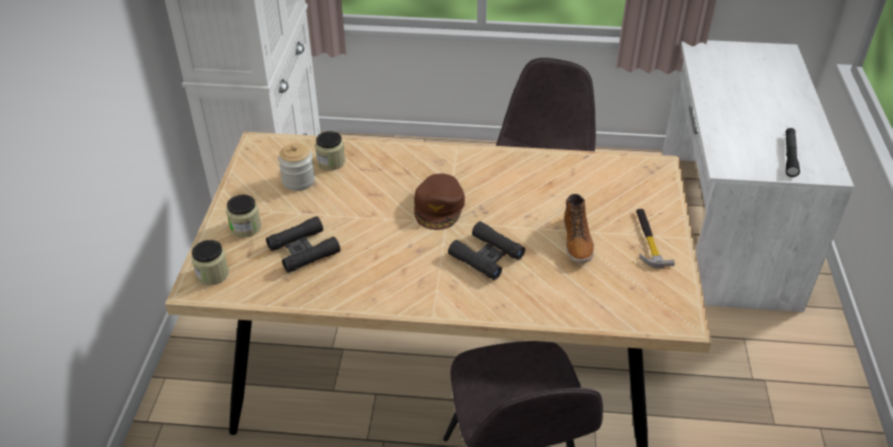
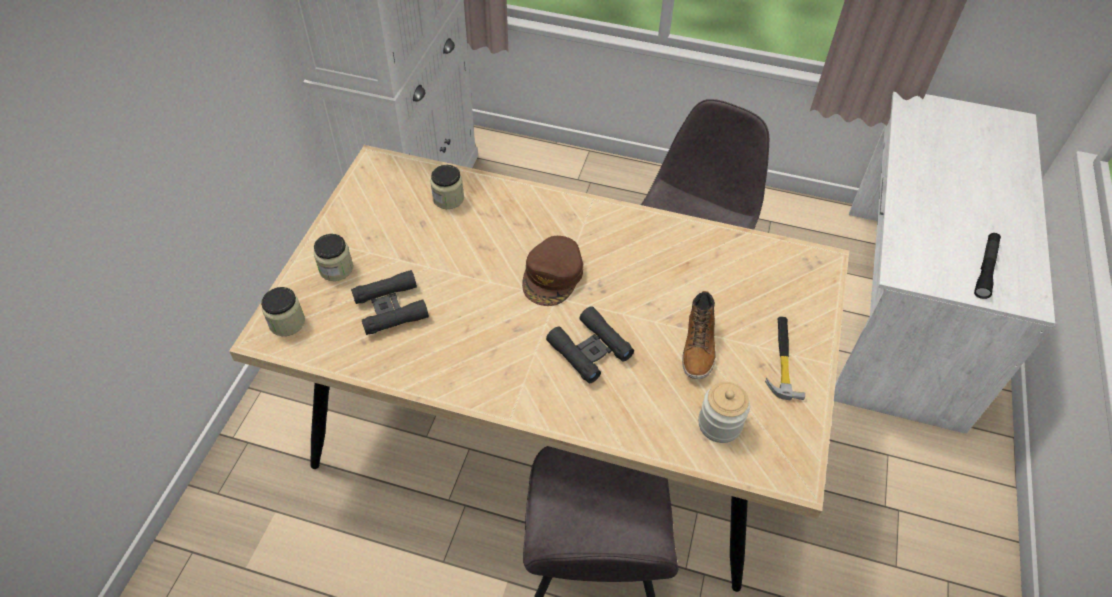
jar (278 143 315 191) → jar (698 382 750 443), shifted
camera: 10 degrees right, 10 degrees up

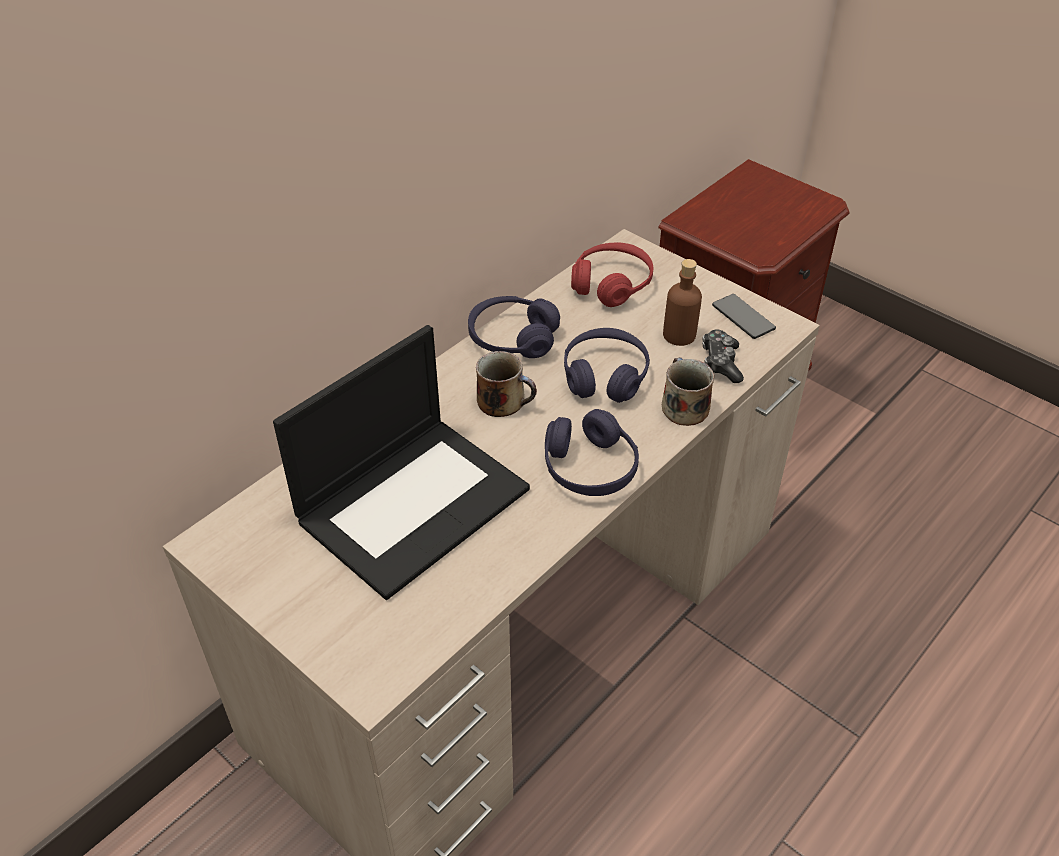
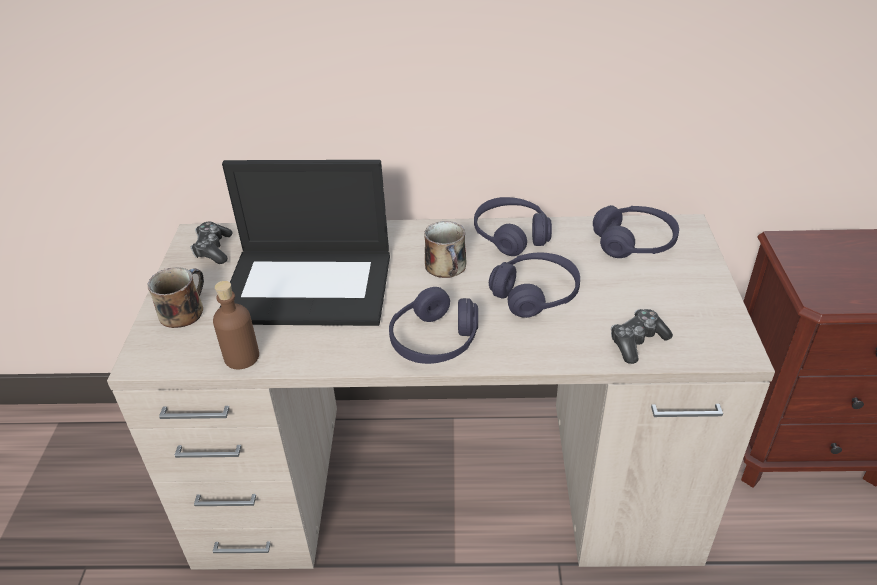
red headphones (571 242 653 307) → purple headphones (593 205 679 258)
brown bottle (663 259 702 346) → brown bottle (213 281 259 369), shifted
phone (712 294 776 339) → -
mug (662 357 714 426) → mug (148 267 204 328), shifted
- → game controller (191 222 233 264)
camera: 50 degrees right, 5 degrees down

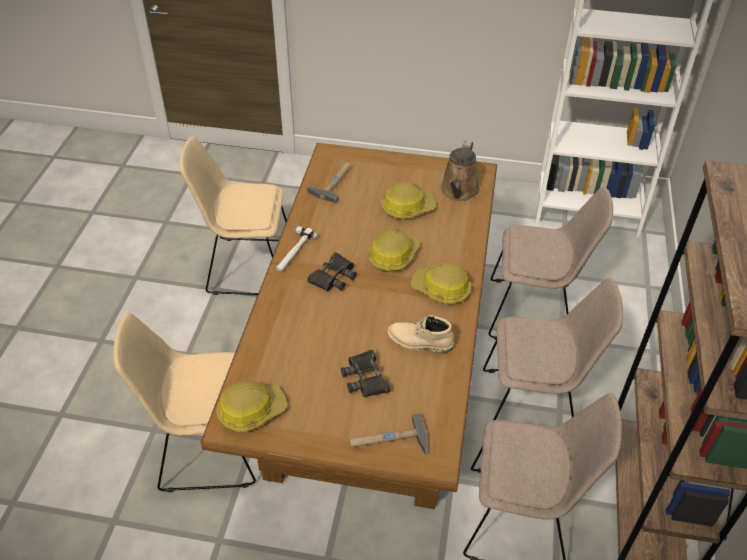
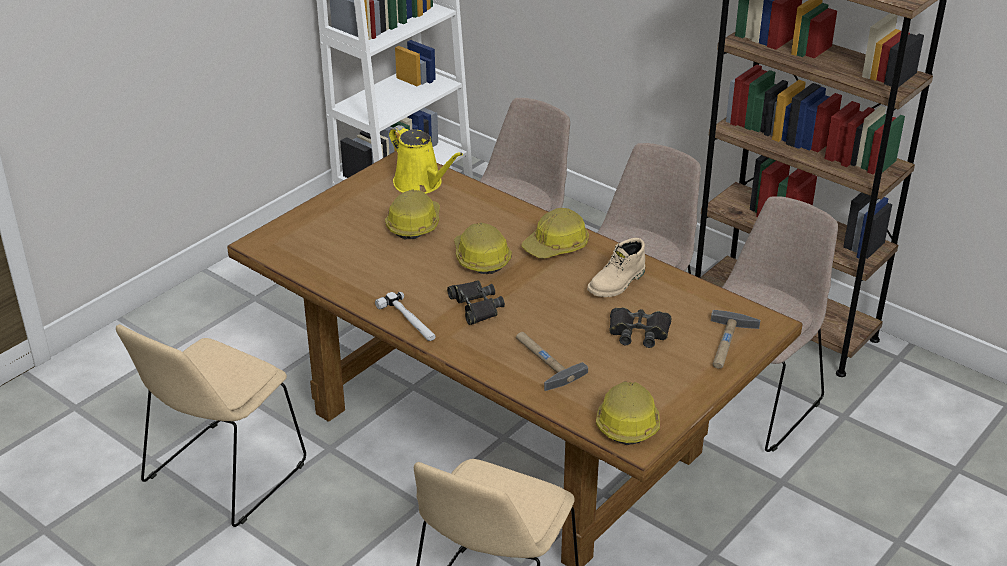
brown watering can (440 141 480 201) → yellow watering can (389 125 463 194)
hammer (307 163 351 203) → hammer (516 332 588 391), shifted
camera: 60 degrees left, 10 degrees down

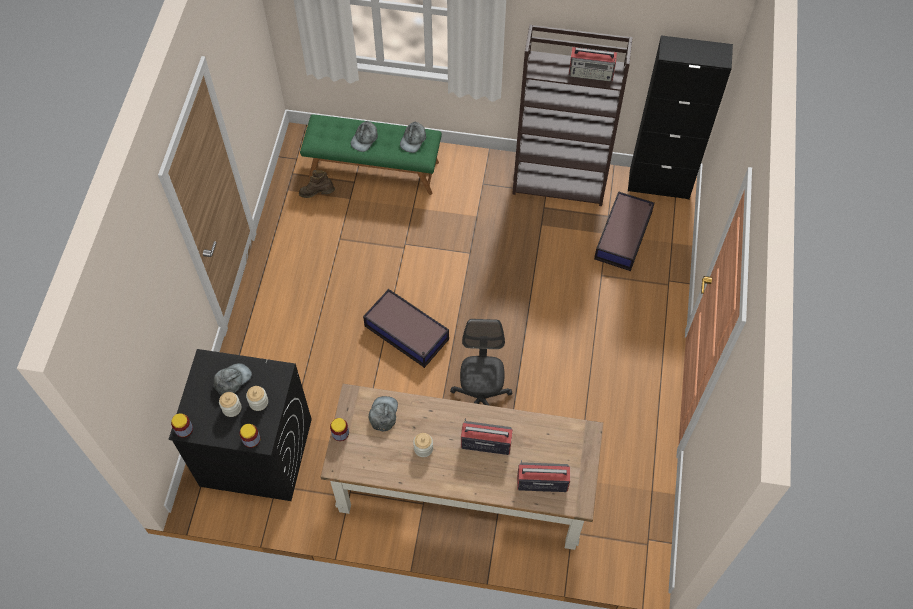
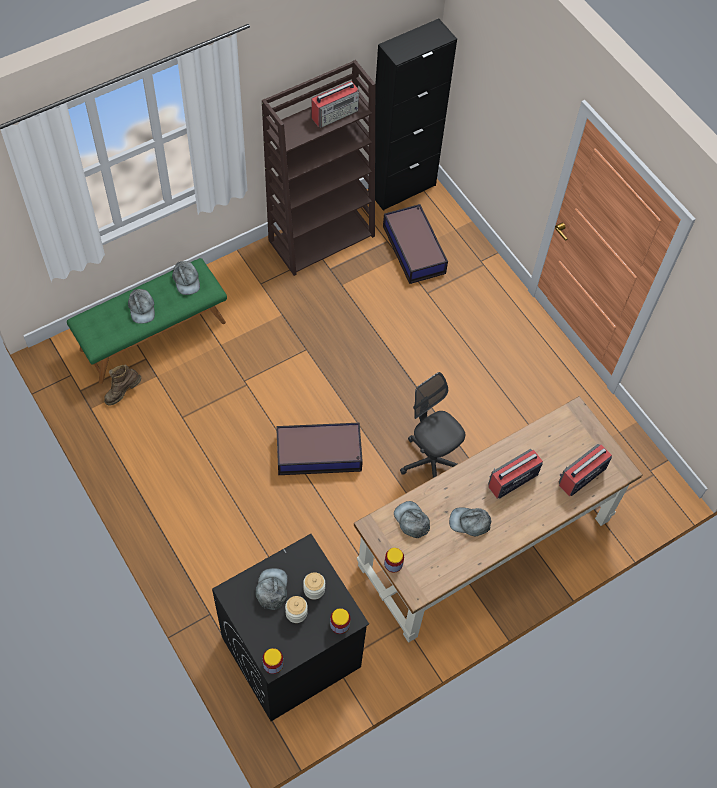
jar (413 433 433 457) → grey cap (449 507 491 537)
camera: 45 degrees left, 0 degrees up

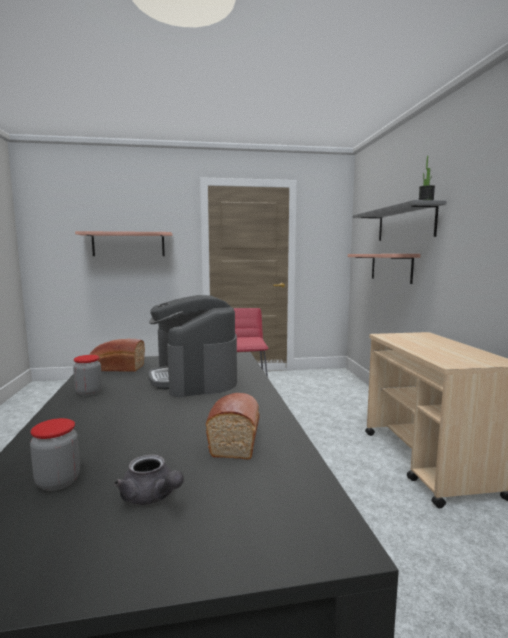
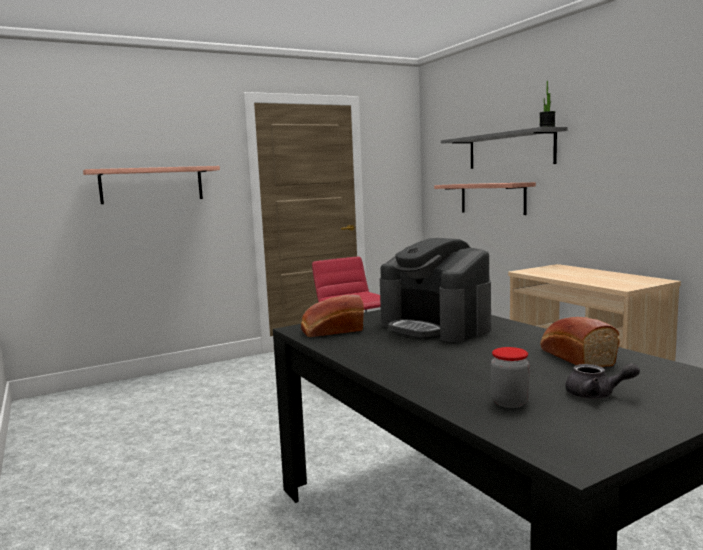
jar (73 355 102 396) → -
camera: 20 degrees left, 0 degrees up

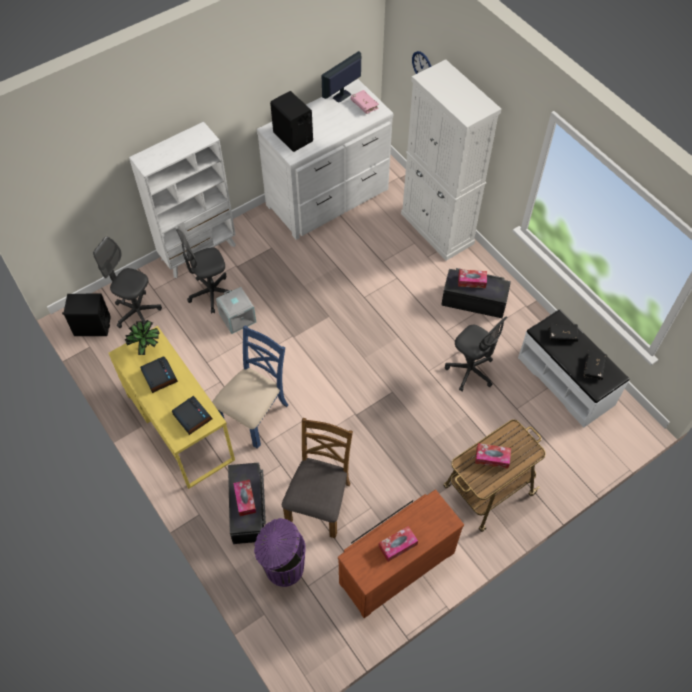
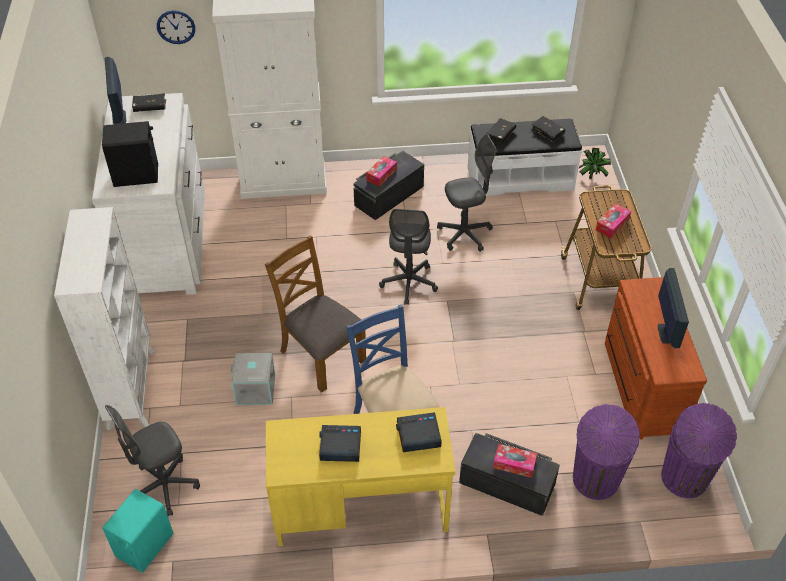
pink book (350 90 379 114) → black book (132 93 166 112)
grey office chair (176 229 230 313) → grey office chair (379 209 438 305), shifted
black speaker (62 294 111 336) → turquoise speaker (102 489 174 573)
potted plant (124 320 160 355) → potted plant (579 148 611 179), shifted
brown chair (282 418 353 538) → brown chair (265 236 366 392), shifted
tissue box (379 526 418 562) → monitor (658 268 689 348)
- → purple trash can (661 403 737 498)
camera: 60 degrees left, 10 degrees down

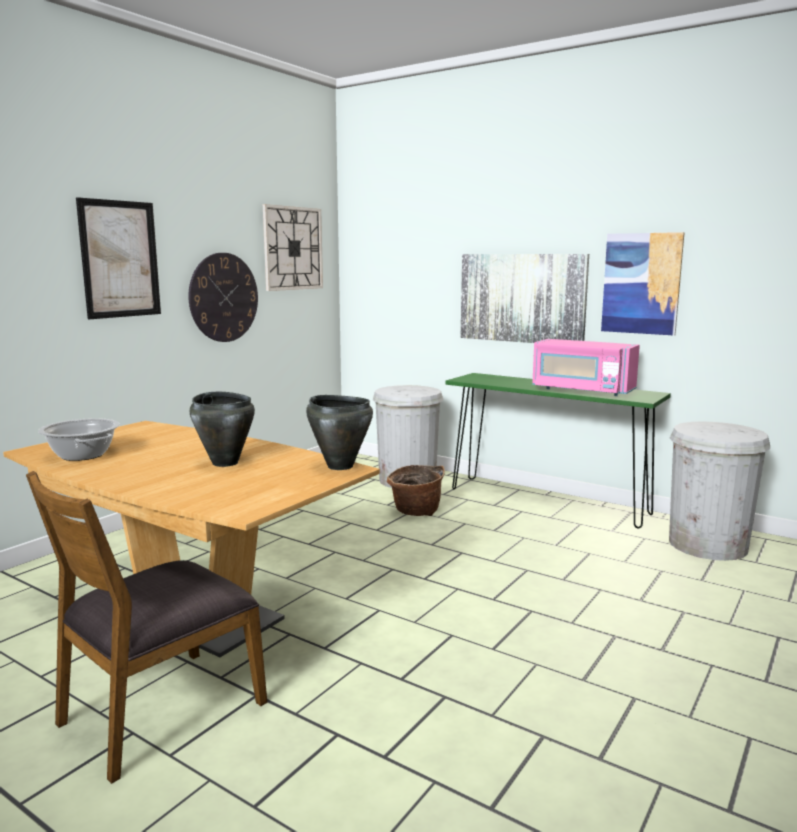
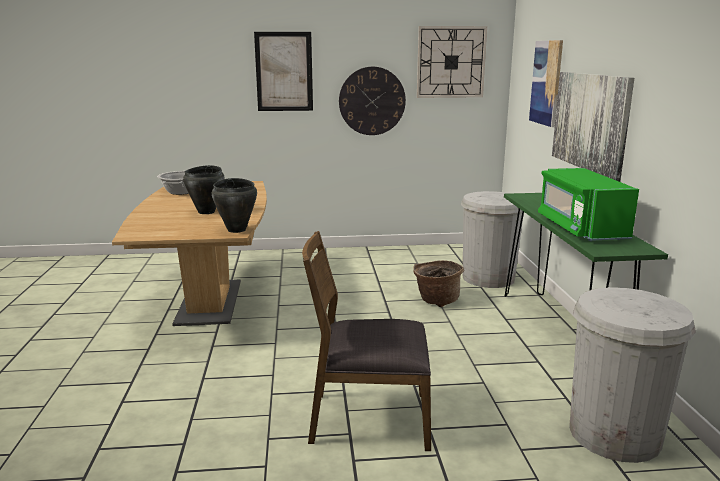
picture (601 232 685 336) → picture (529 40 563 127), shifted
pink microwave (532 339 640 396) → green microwave (538 168 639 241)
brown chair (26 471 267 784) → brown chair (302 231 431 451), shifted
camera: 50 degrees right, 5 degrees up

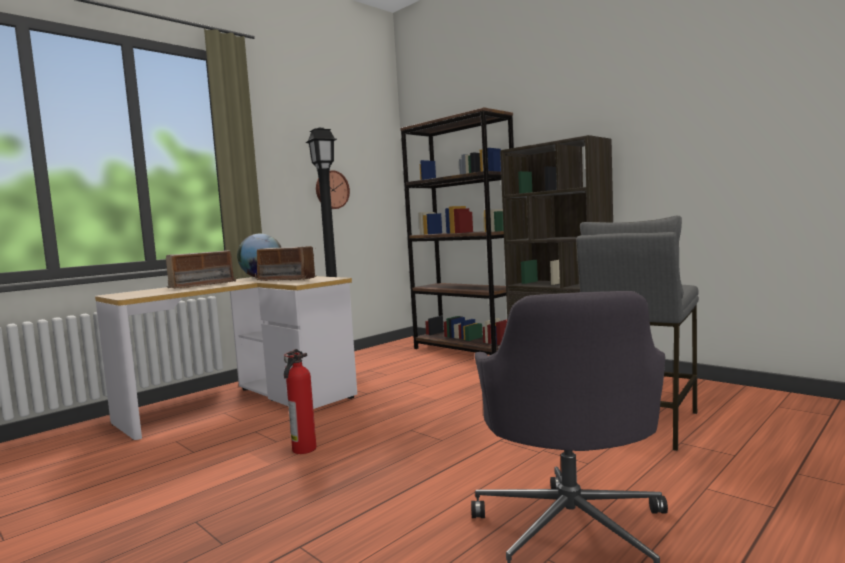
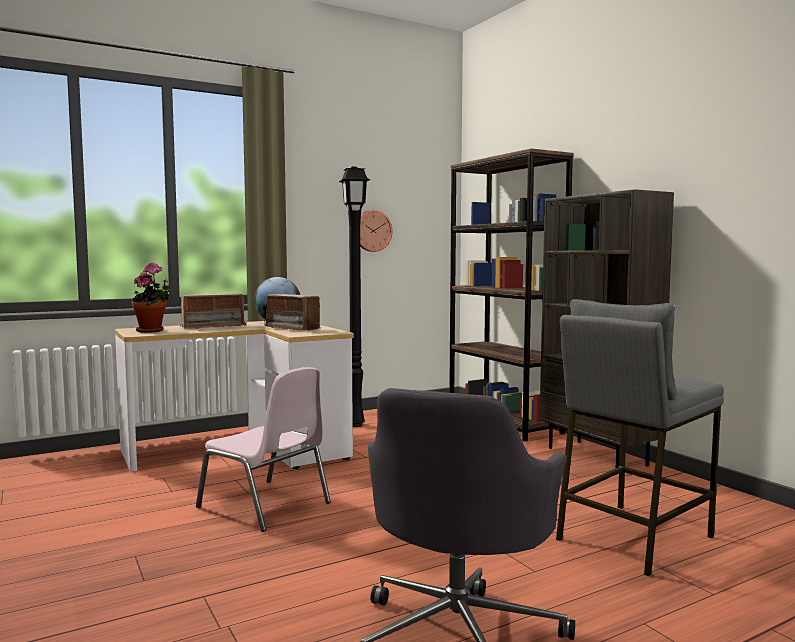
fire extinguisher (284 349 316 454) → pink chair (196 367 331 532)
- → potted plant (131 263 172 333)
camera: 15 degrees right, 0 degrees up

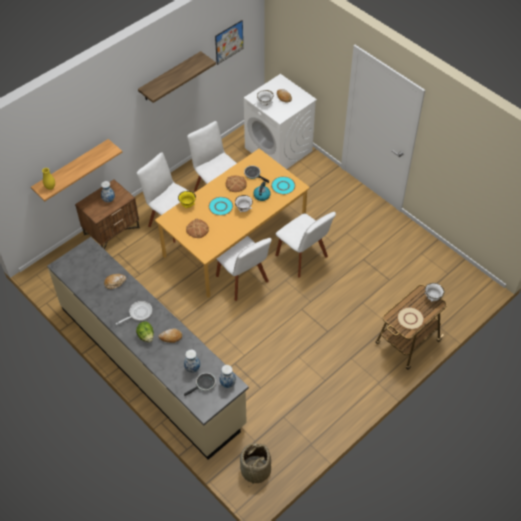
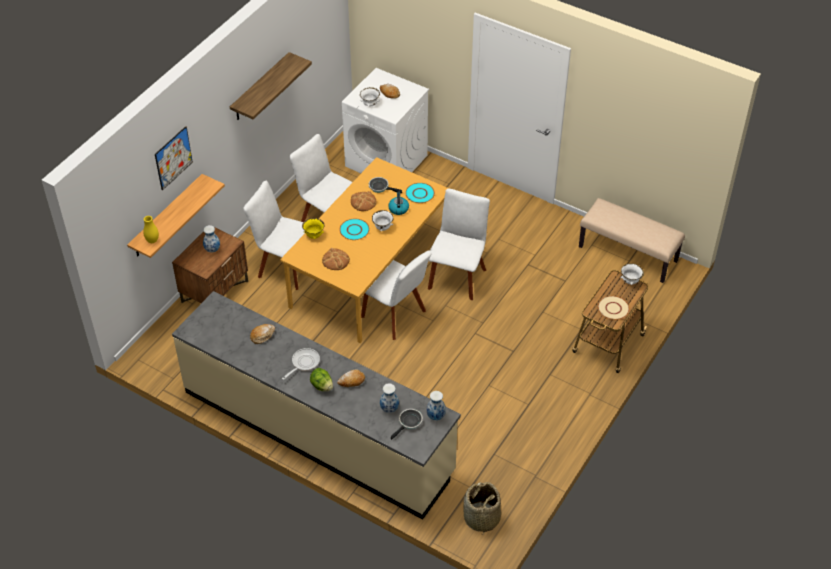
picture (215 20 243 65) → picture (155 126 193 190), shifted
white chair (275 212 336 278) → white chair (428 189 490 300), 105 degrees counterclockwise
- → beige bench (579 198 685 283)
camera: 15 degrees left, 5 degrees down

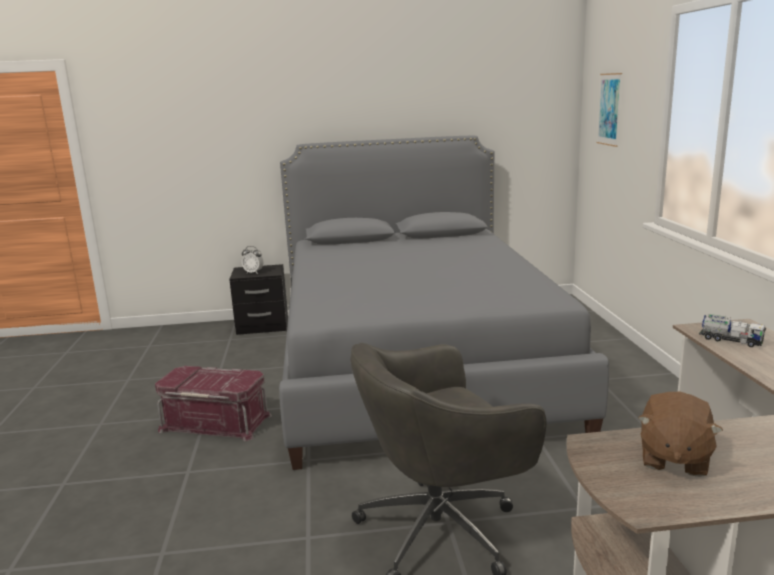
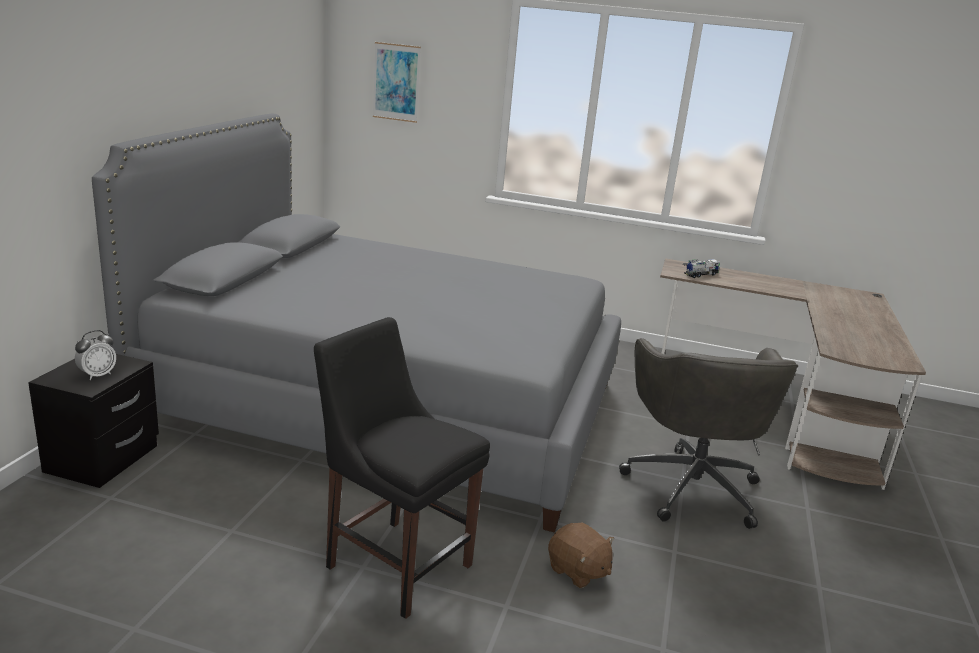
red storage box (155 366 272 441) → black chair (314 317 490 619)
brown plush toy (638 392 723 477) → brown plush toy (548 522 614 588), shifted
camera: 70 degrees left, 5 degrees up

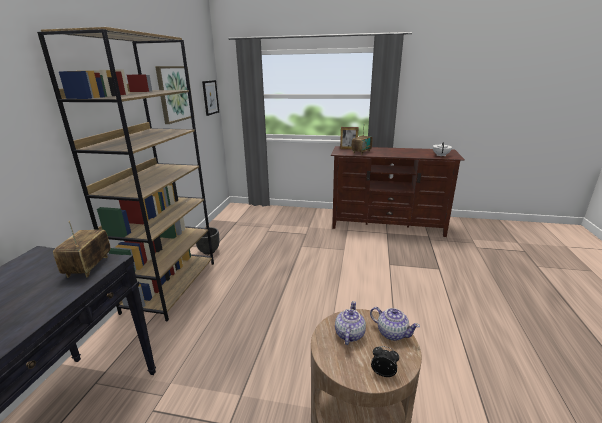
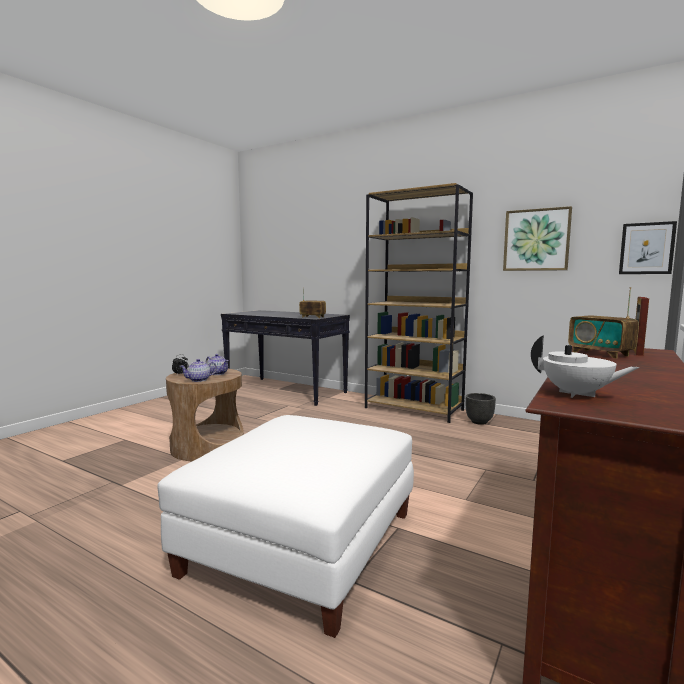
- → white ottoman (157 415 414 638)
camera: 110 degrees right, 15 degrees down

